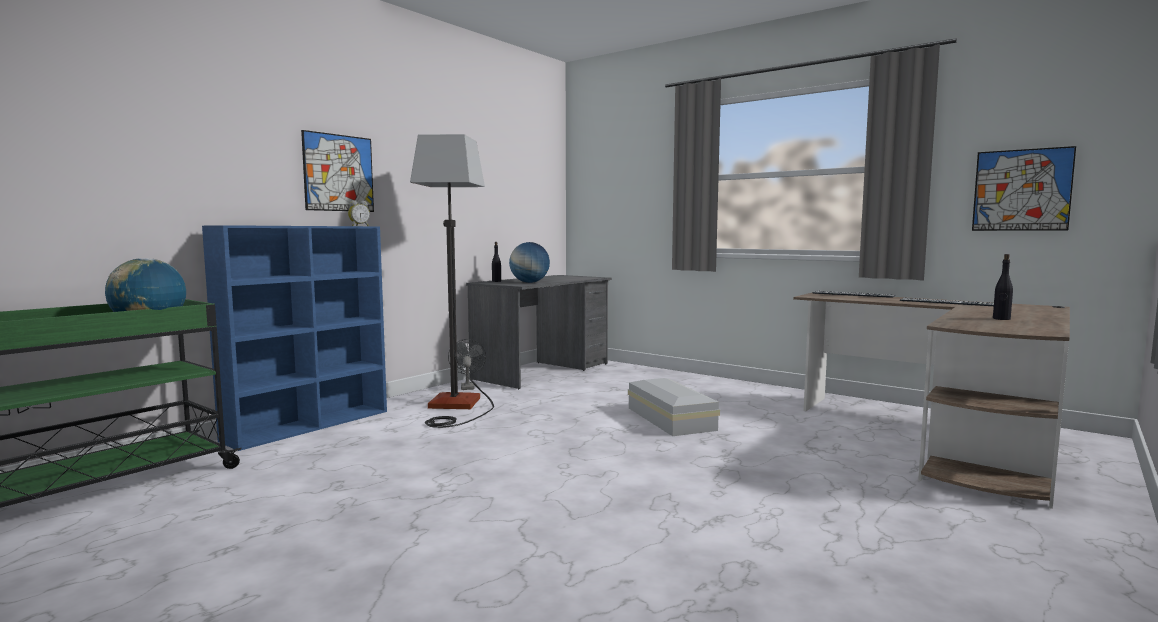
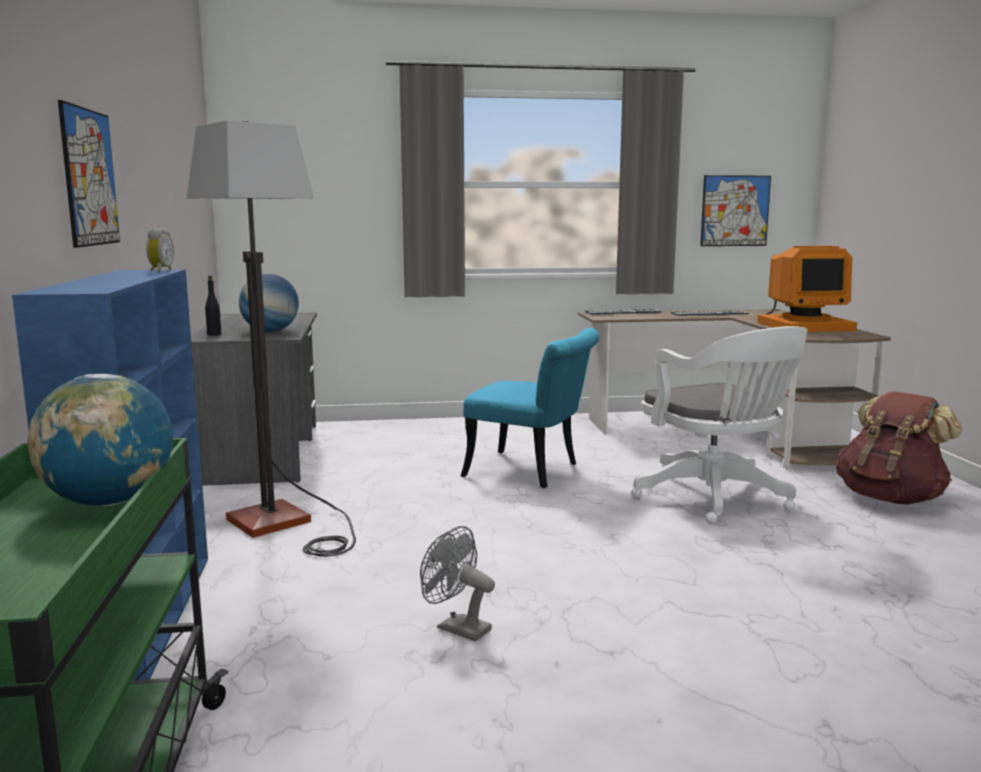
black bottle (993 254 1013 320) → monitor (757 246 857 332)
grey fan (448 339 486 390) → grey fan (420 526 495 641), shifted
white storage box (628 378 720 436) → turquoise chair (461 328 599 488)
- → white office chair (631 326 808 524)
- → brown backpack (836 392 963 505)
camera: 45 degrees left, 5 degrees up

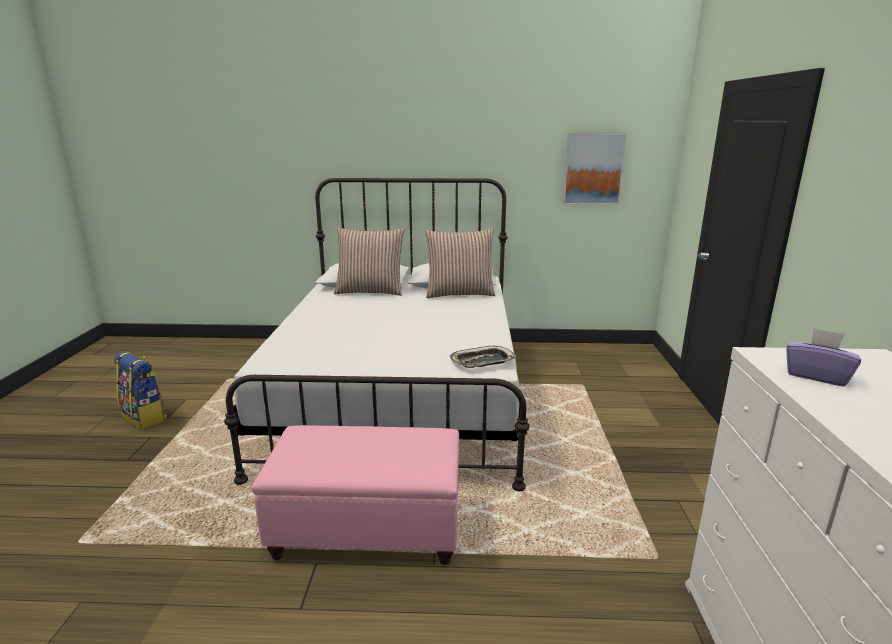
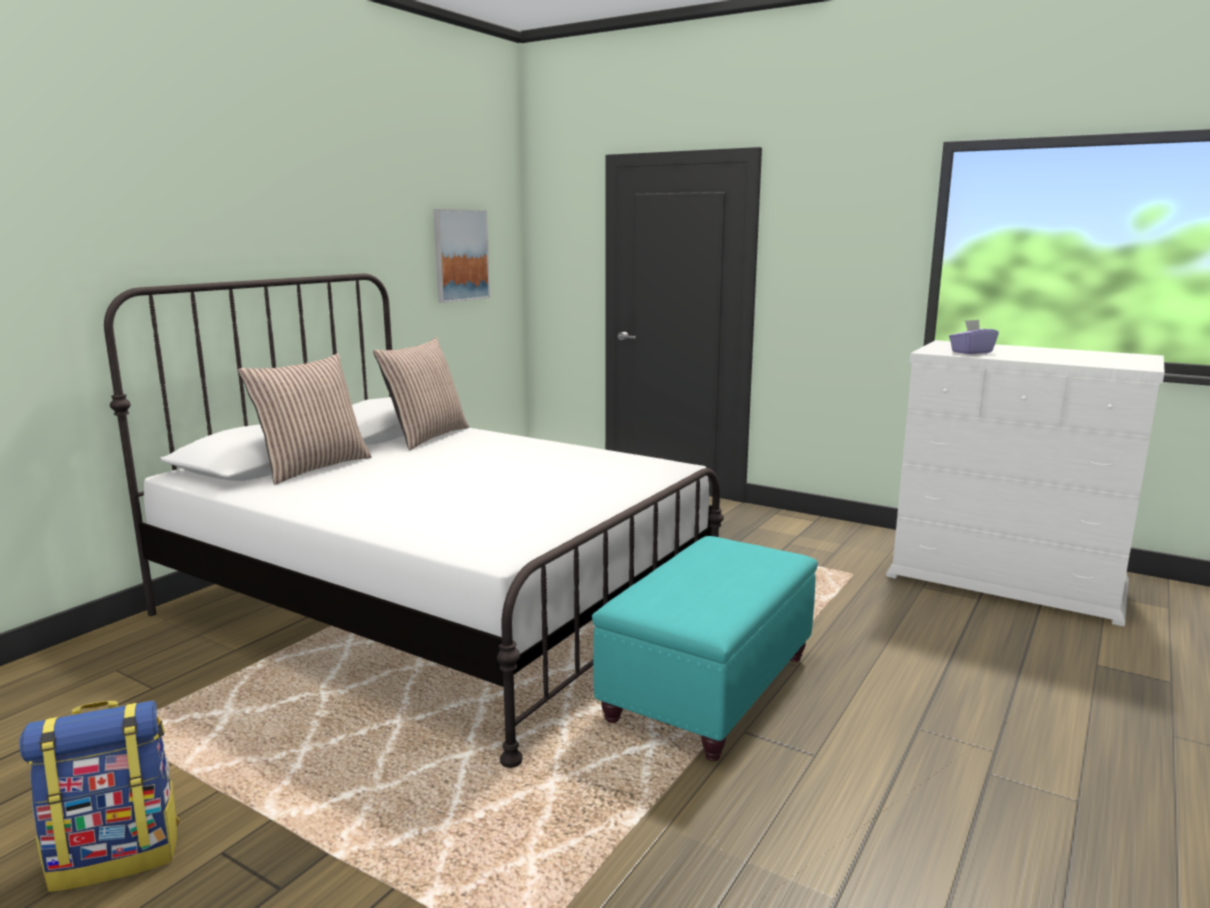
tray (450 345 516 368) → -
pink ottoman (252 425 459 565) → turquoise ottoman (592 536 818 761)
camera: 60 degrees left, 5 degrees down

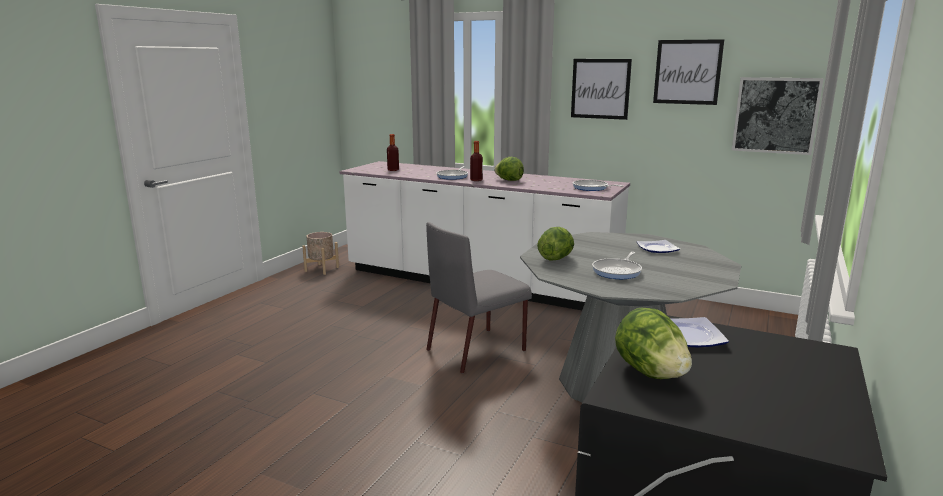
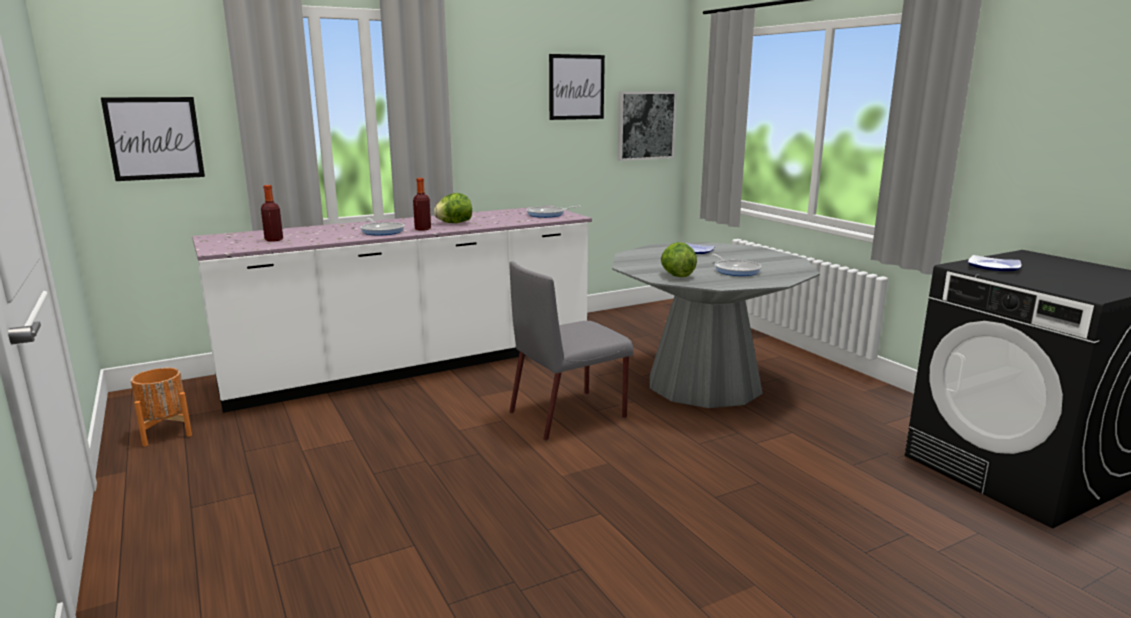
picture (571 59 632 120) → picture (101 97 205 181), shifted
grey chair (426 222 532 374) → grey chair (509 261 634 441), 60 degrees clockwise
beige planter (302 232 339 275) → orange planter (131 368 192 446)
lettuce (615 308 692 379) → -
camera: 55 degrees left, 0 degrees up

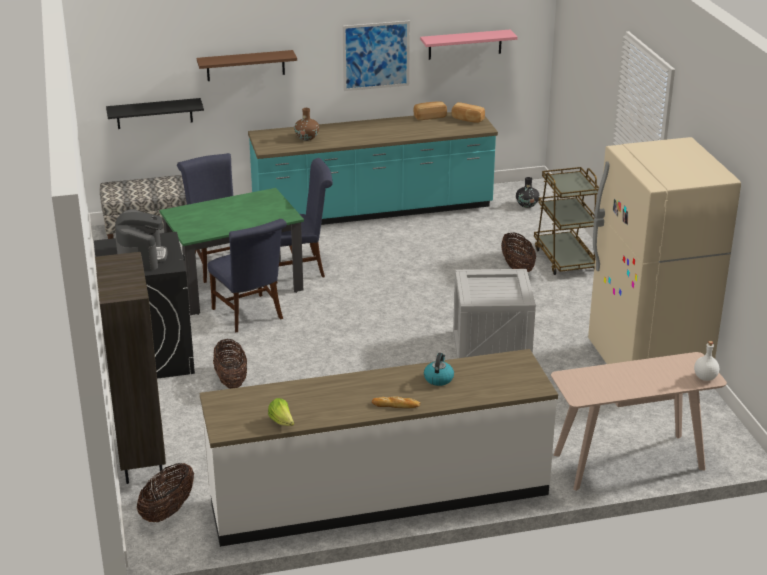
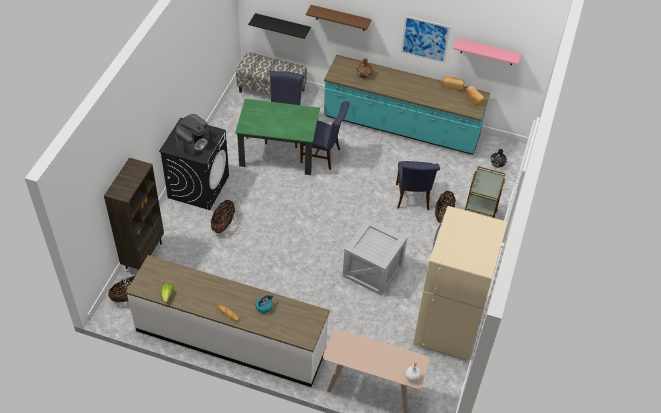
blue chair (208 219 287 333) → blue chair (396 161 440 210), shifted
camera: 30 degrees right, 20 degrees up

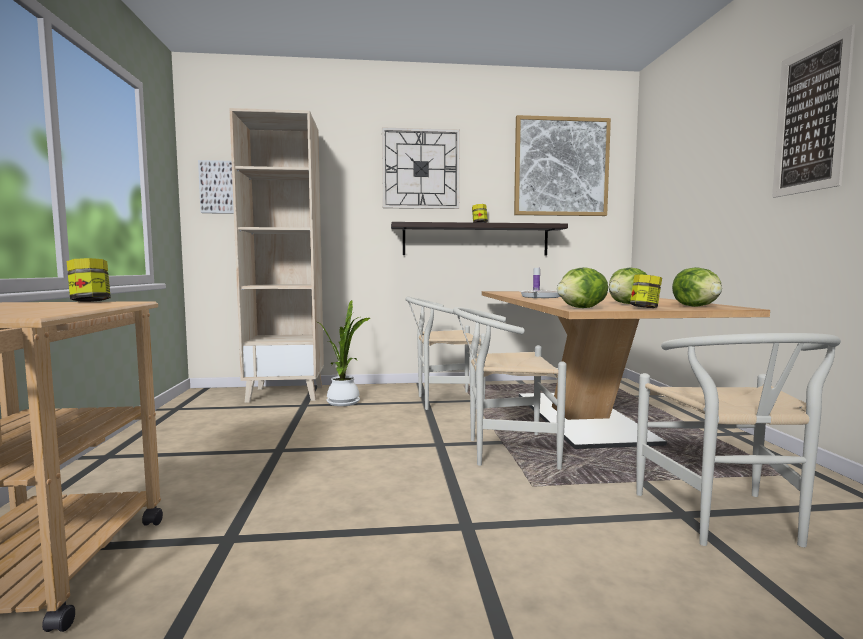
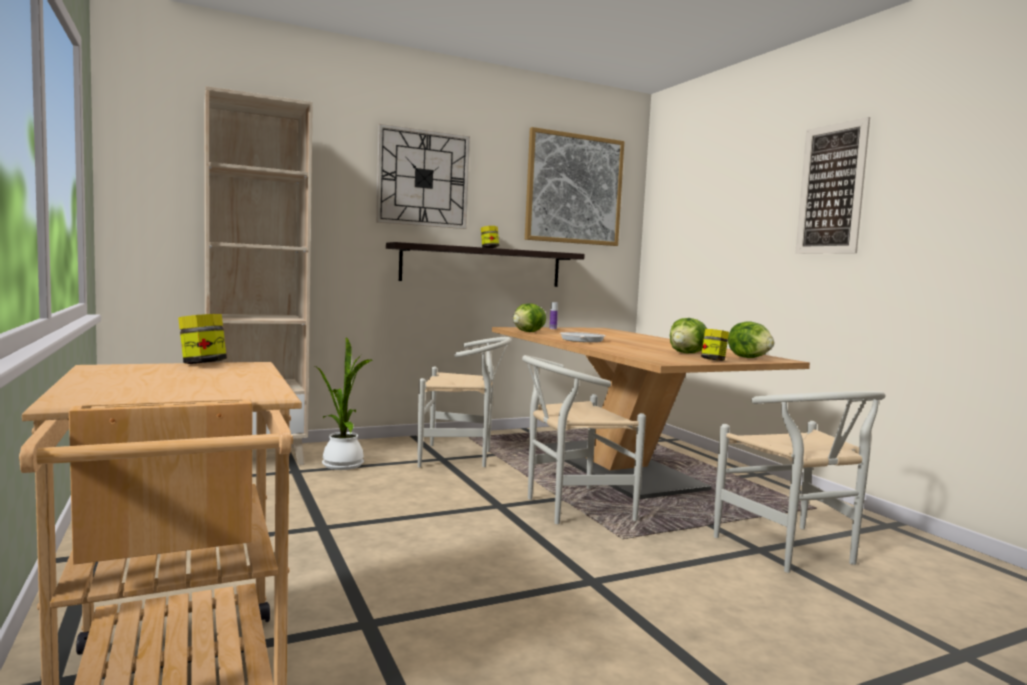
picture (198 160 234 214) → -
lettuce (557 267 608 308) → lettuce (512 303 546 332), shifted
white chair (405 297 486 410) → white chair (418 337 511 468), 150 degrees counterclockwise
camera: 20 degrees left, 0 degrees up

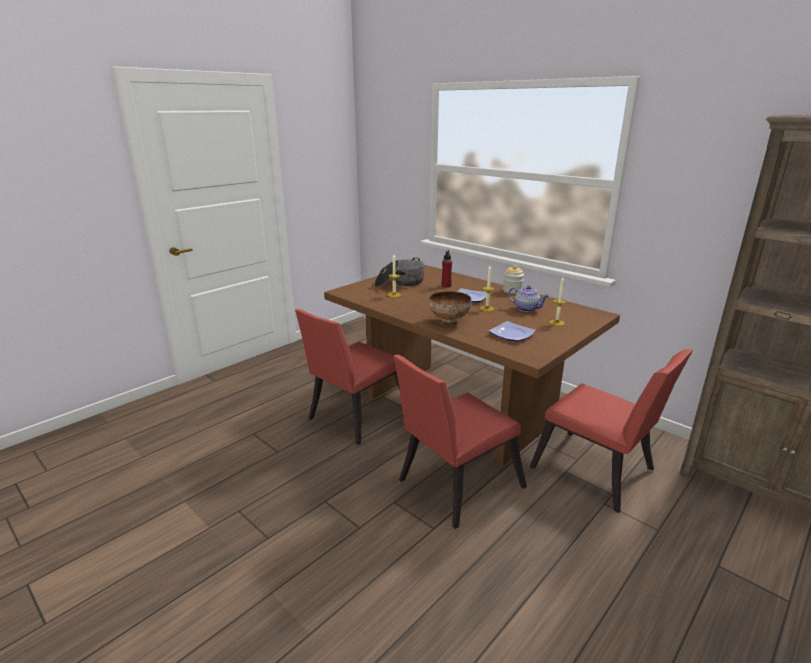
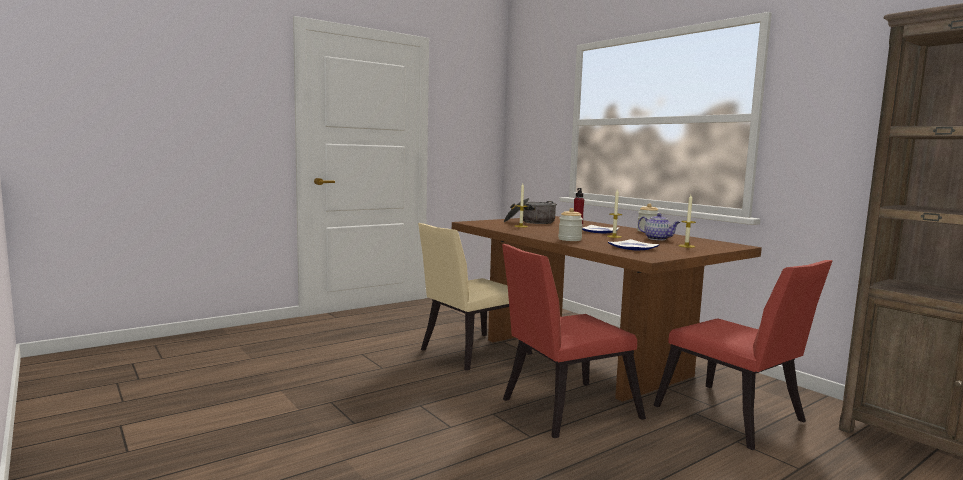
bowl (429 291 472 326) → jar (558 208 583 241)
red chair (295 309 400 445) → beige chair (418 223 533 371)
camera: 10 degrees right, 15 degrees down

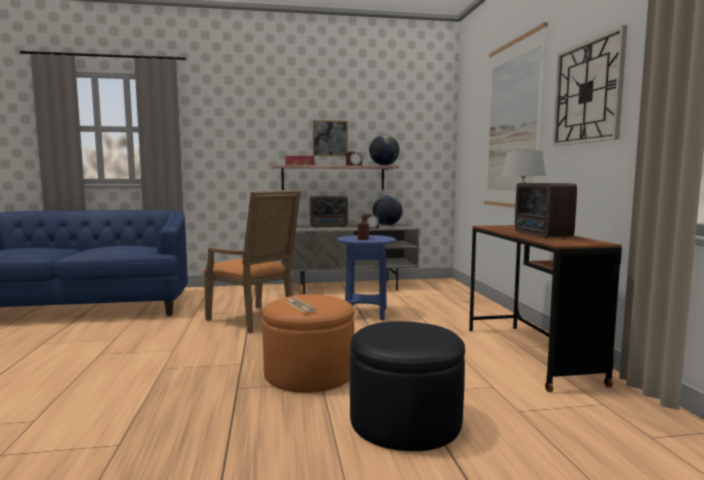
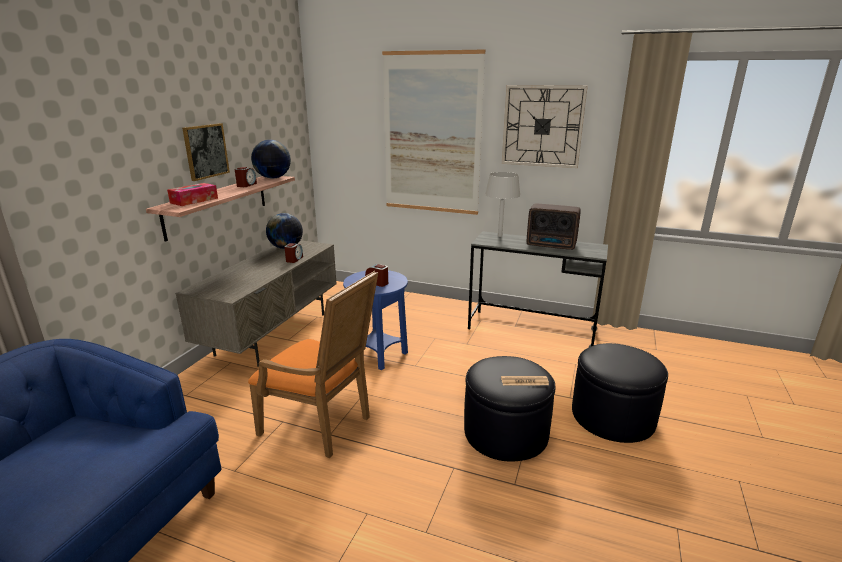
orange armchair (203 190 301 333) → orange armchair (248 271 378 458), 45 degrees clockwise
radio (310 196 348 228) → -
brown desk (469 225 622 392) → grey desk (468 231 608 347)
orange ottoman (262 294 354 393) → black ottoman (464 356 555 462)
camera: 60 degrees left, 15 degrees up

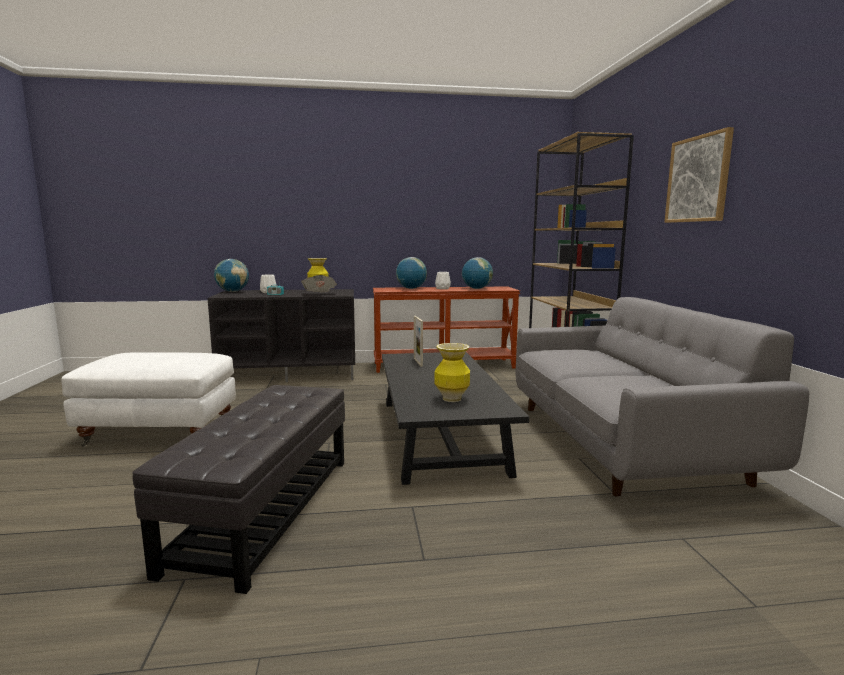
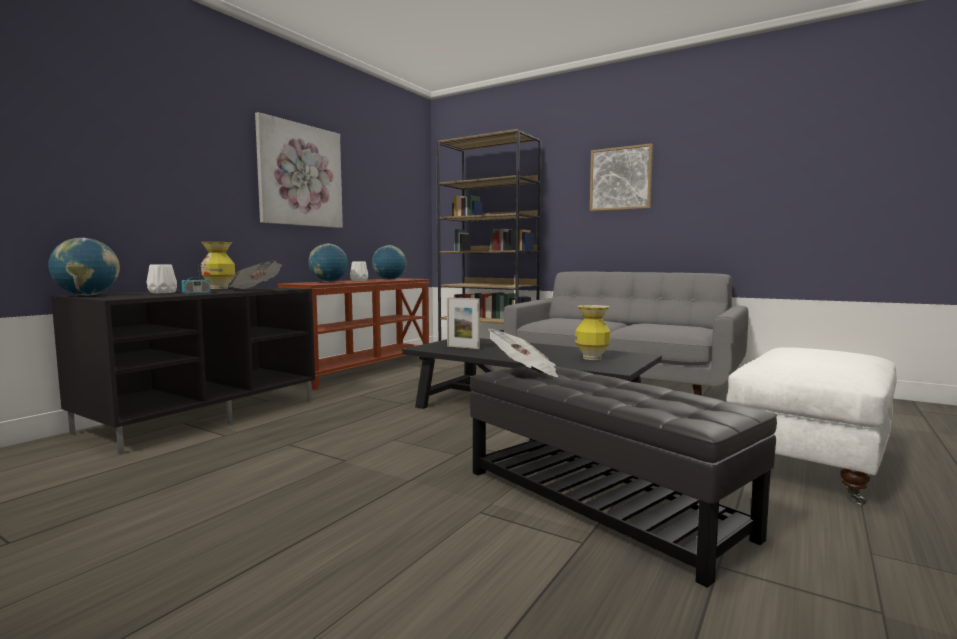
white ottoman (61 352 236 447) → white ottoman (726 347 897 505), shifted
- → picture (255 112 343 228)
- → newspaper (488 329 558 377)
camera: 50 degrees left, 5 degrees down

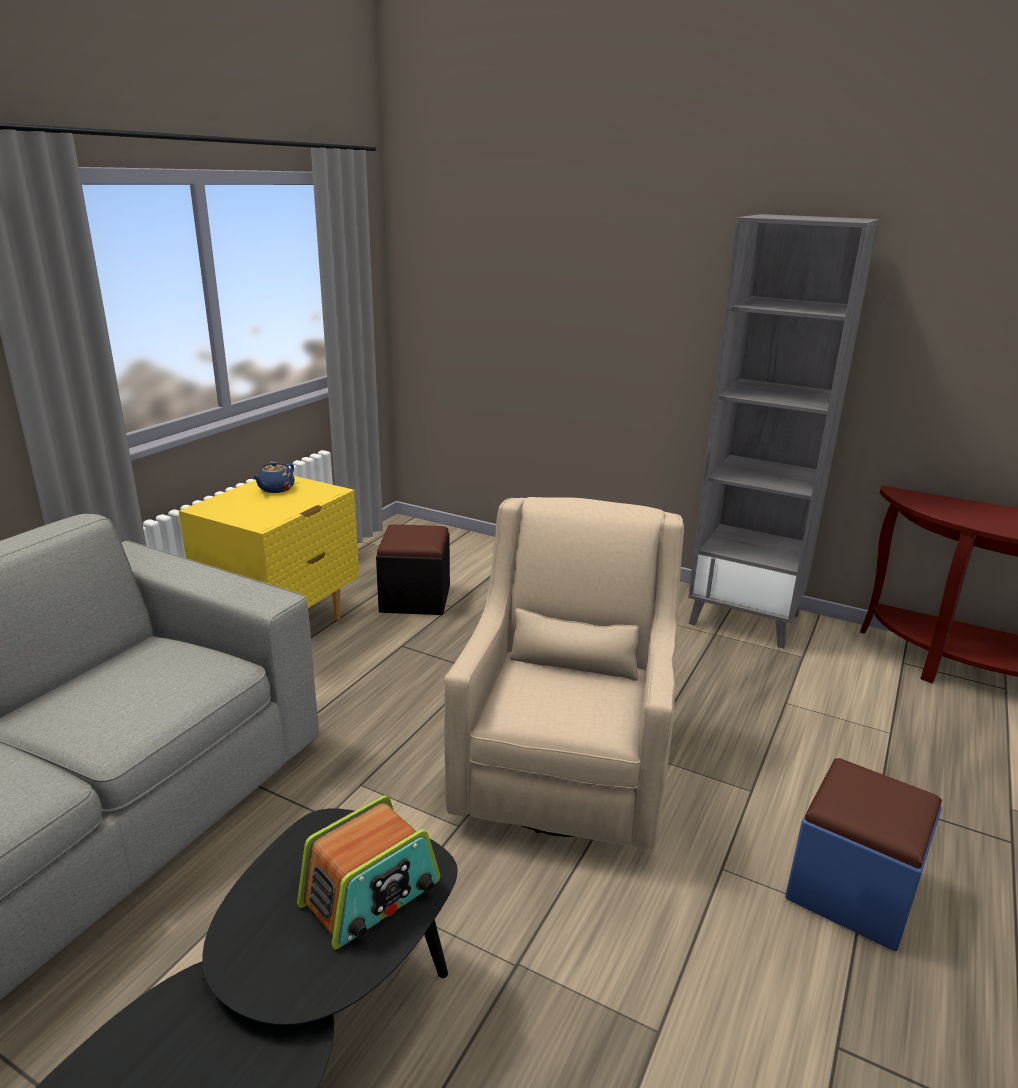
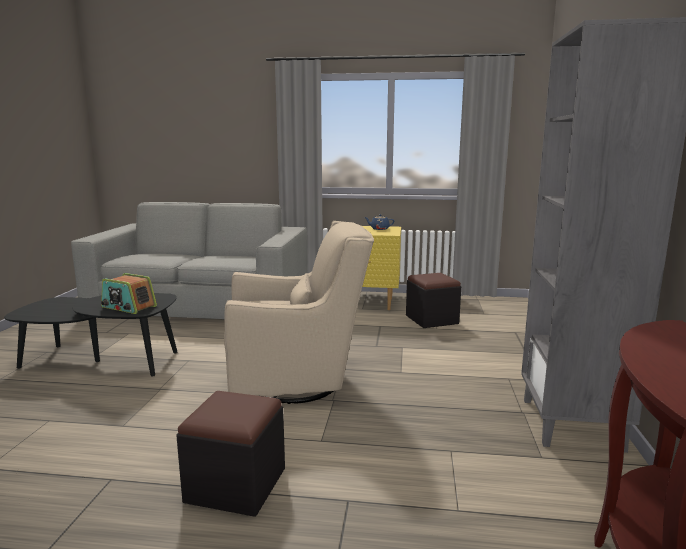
blue ottoman (785 758 942 951) → black ottoman (176 391 285 517)
camera: 70 degrees right, 10 degrees down

